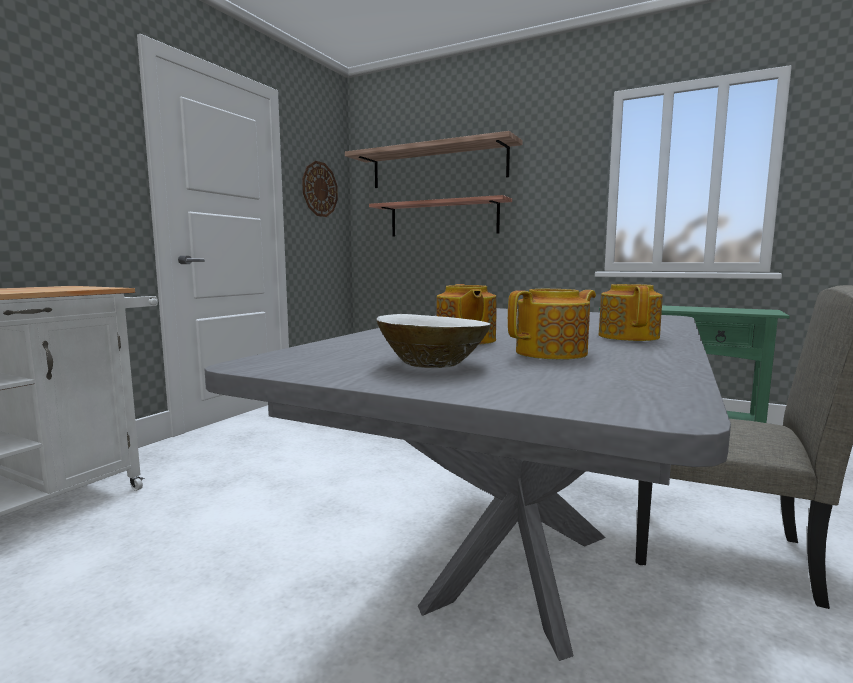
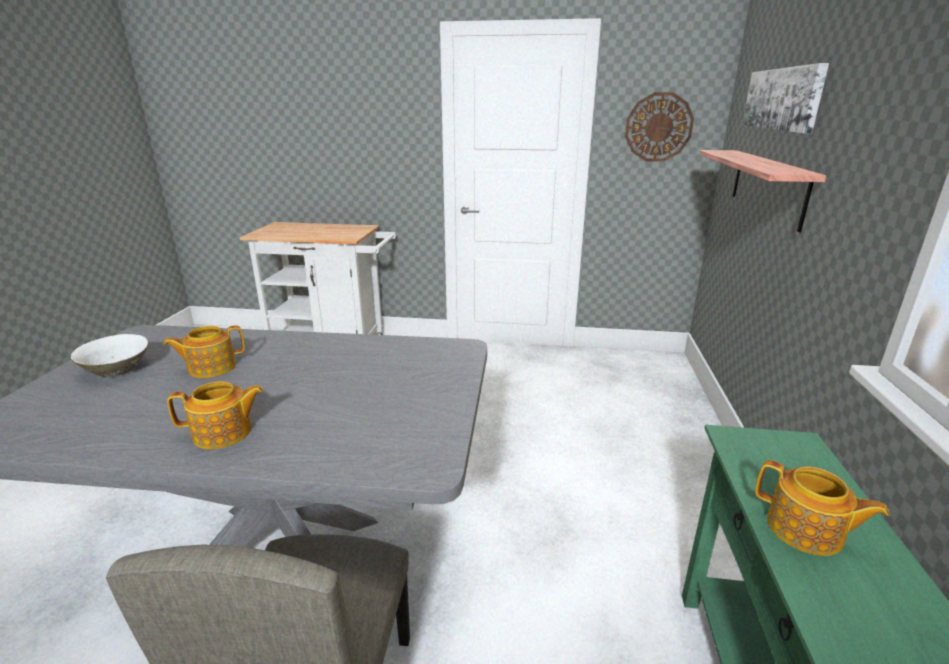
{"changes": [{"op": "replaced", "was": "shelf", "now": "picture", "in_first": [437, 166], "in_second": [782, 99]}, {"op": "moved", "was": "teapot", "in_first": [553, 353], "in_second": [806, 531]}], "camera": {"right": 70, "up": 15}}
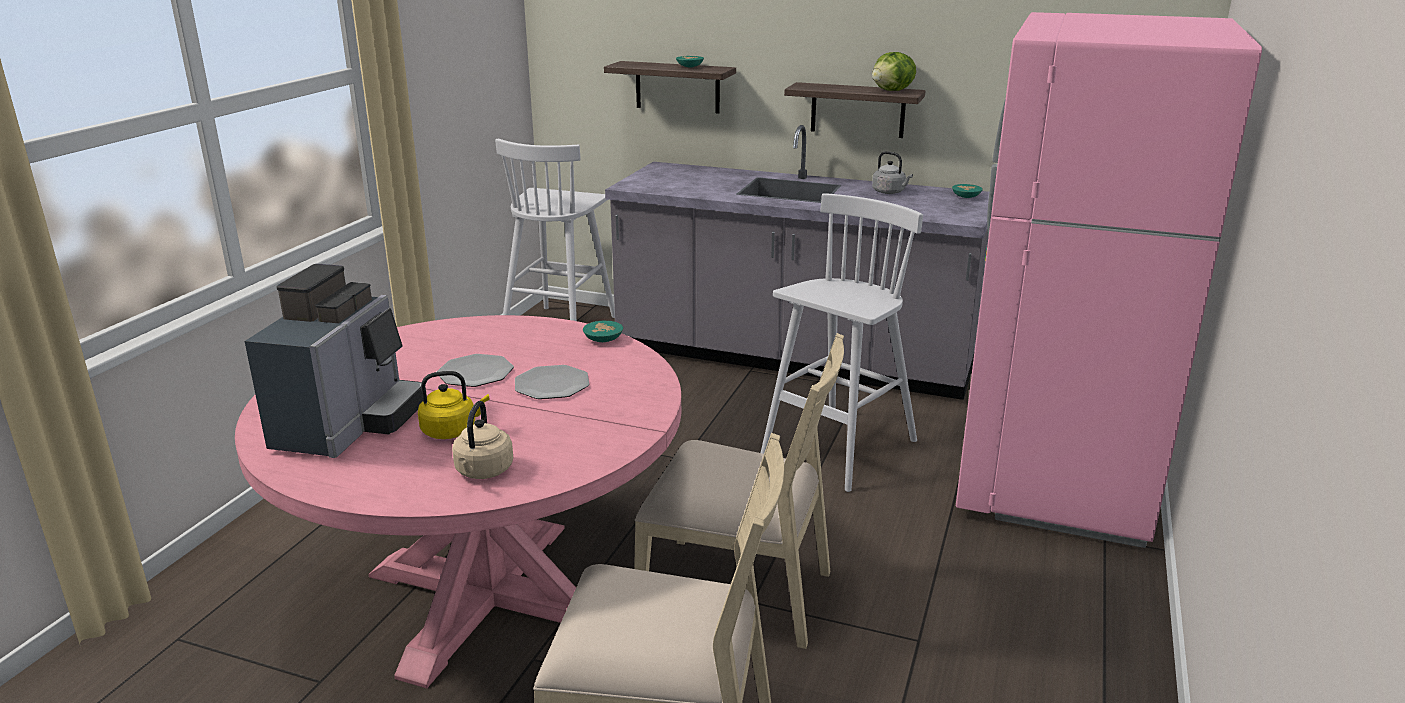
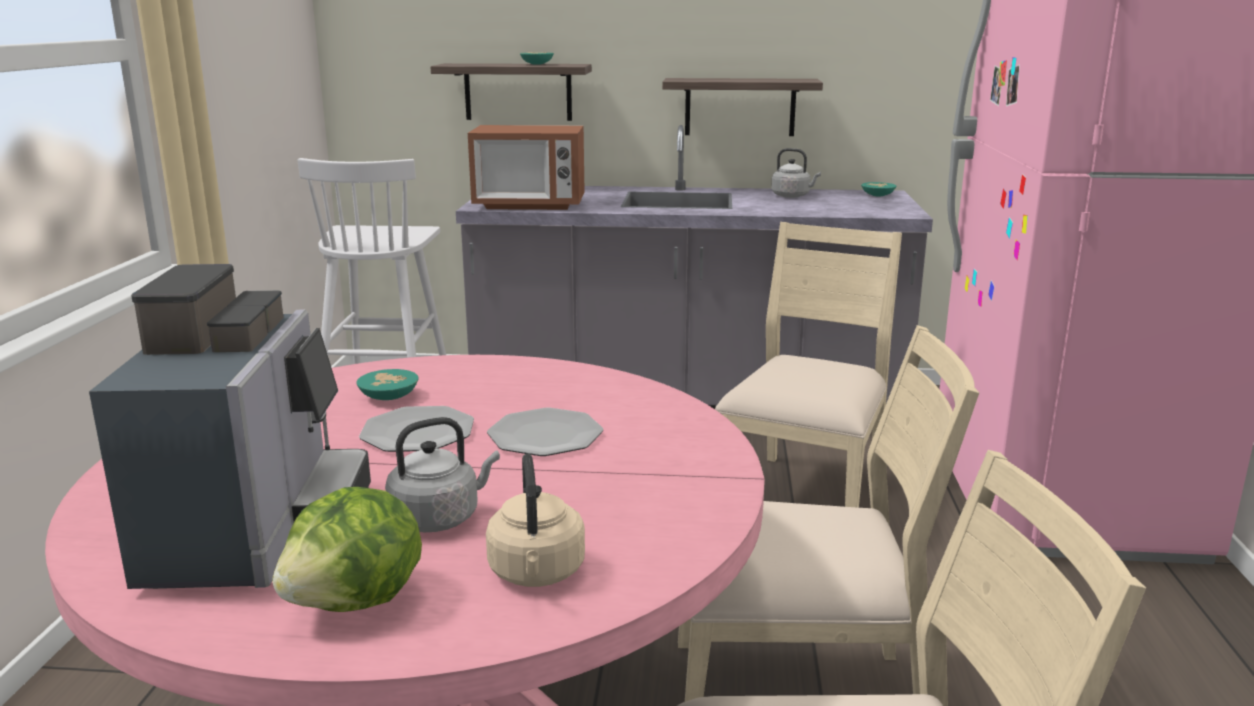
{"changes": [{"op": "moved", "was": "lettuce", "in_first": [892, 91], "in_second": [358, 602]}, {"op": "moved", "was": "turquoise bowl", "in_first": [603, 339], "in_second": [388, 396]}, {"op": "recoloured", "was": "yellow kettle", "now": "grey kettle", "in_first": [452, 431], "in_second": [439, 518]}, {"op": "added", "now": "microwave", "in_second": [529, 205]}, {"op": "replaced", "was": "white stool", "now": "beige chair", "in_first": [837, 450], "in_second": [803, 500]}], "camera": {"right": -15, "up": -5}}
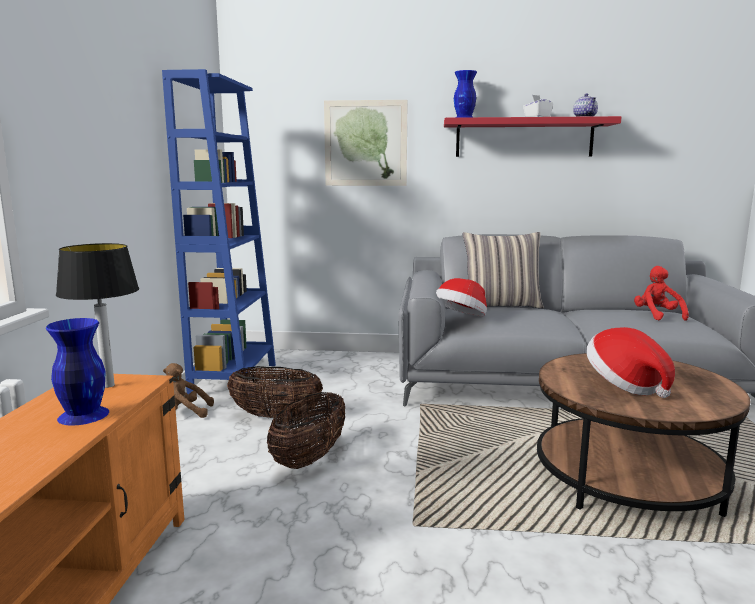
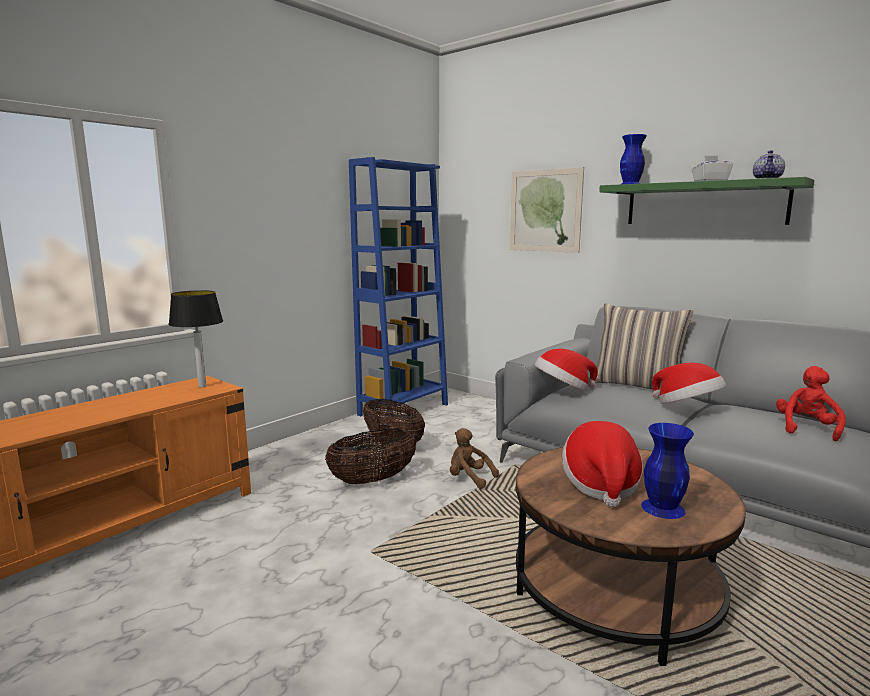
{"changes": [{"op": "moved", "was": "brown plush toy", "in_first": [185, 413], "in_second": [469, 478]}, {"op": "recoloured", "was": "red shelf", "now": "green shelf", "in_first": [524, 138], "in_second": [704, 204]}, {"op": "moved", "was": "blue vase", "in_first": [82, 415], "in_second": [662, 508]}, {"op": "added", "now": "hat", "in_second": [687, 407]}], "camera": {"right": 35, "up": 0}}
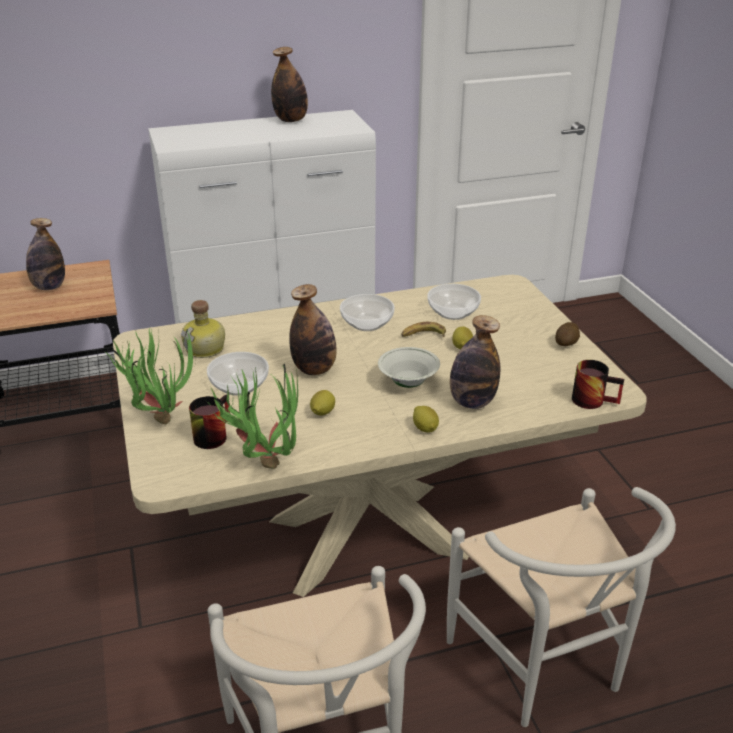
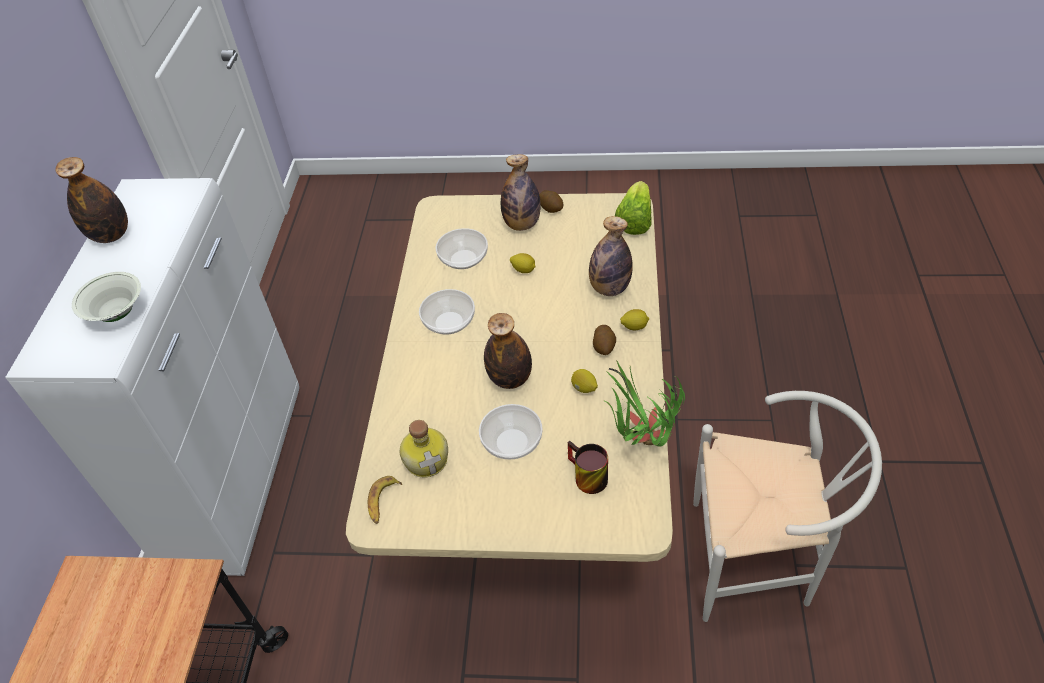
{"changes": [{"op": "moved", "was": "white bowl", "in_first": [408, 383], "in_second": [117, 313]}, {"op": "moved", "was": "banana", "in_first": [423, 335], "in_second": [383, 502]}, {"op": "moved", "was": "bottle", "in_first": [49, 287], "in_second": [522, 224]}, {"op": "added", "now": "potato", "in_second": [604, 347]}, {"op": "replaced", "was": "mug", "now": "lettuce", "in_first": [593, 399], "in_second": [635, 221]}, {"op": "removed", "was": "potted plant", "in_first": [161, 416]}, {"op": "removed", "was": "white chair", "in_first": [545, 670]}], "camera": {"right": -65, "up": 15}}
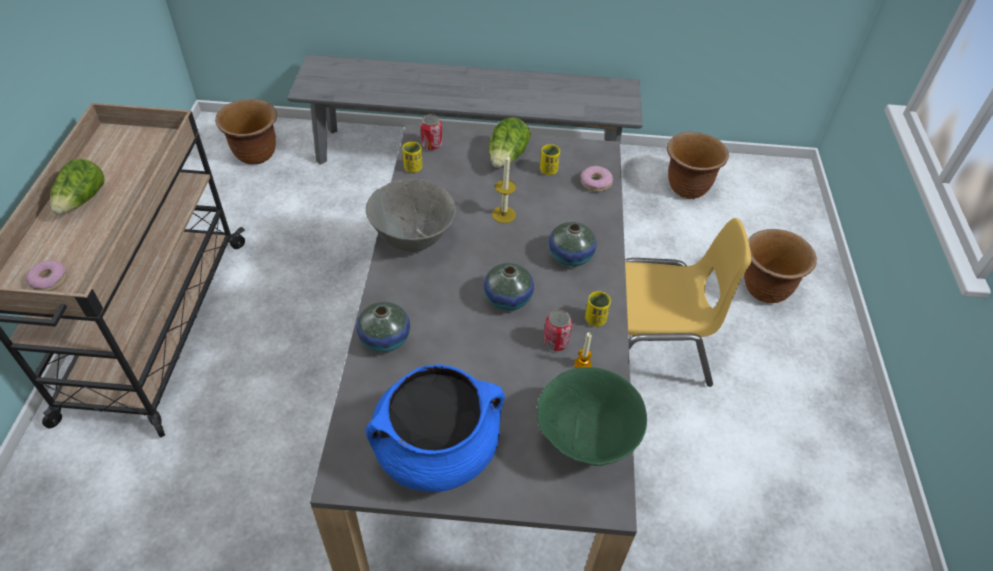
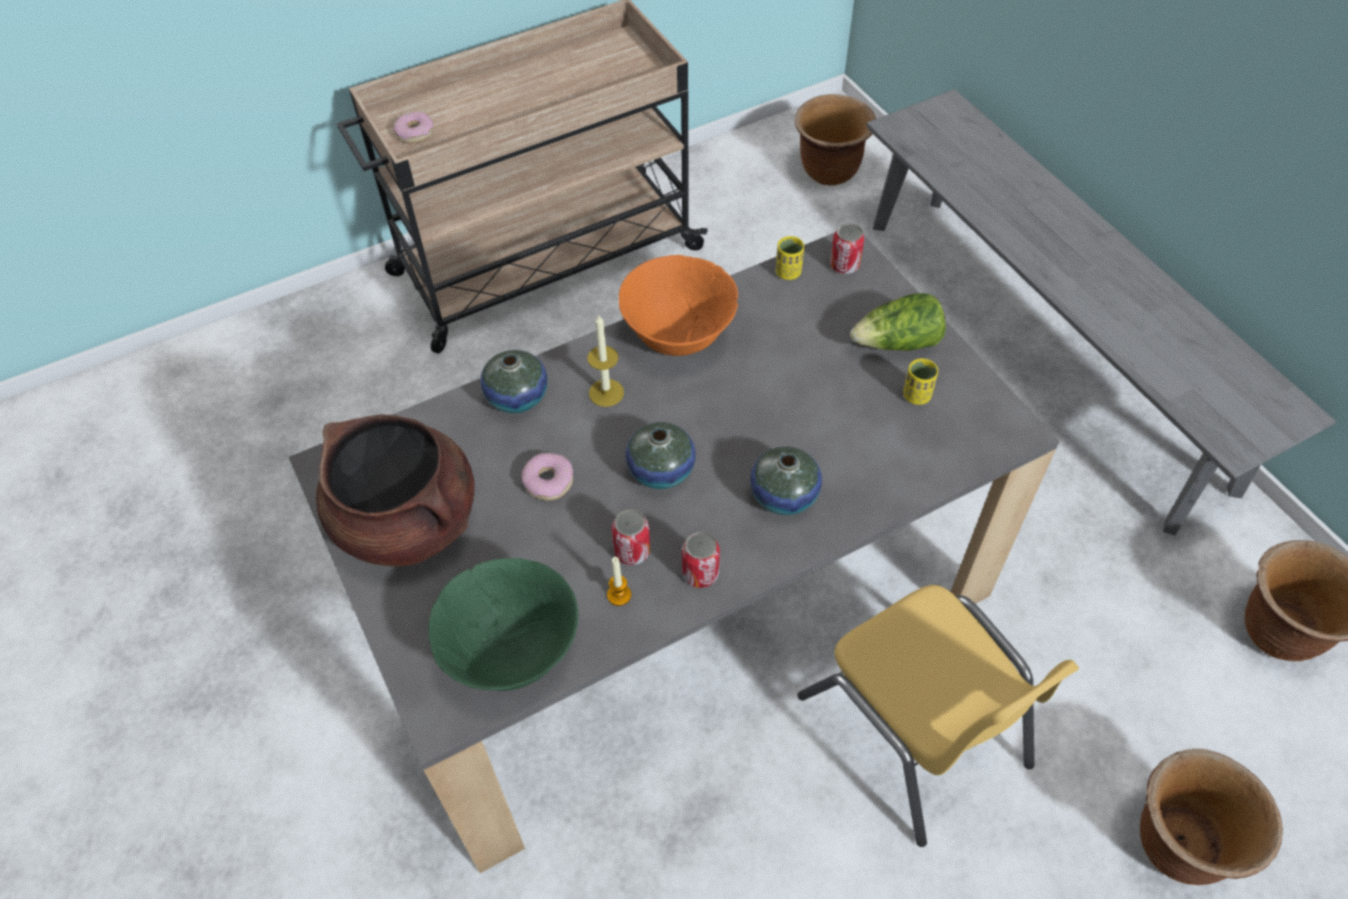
{"changes": [{"op": "recoloured", "was": "blue cooking pot", "now": "brown cooking pot", "in_first": [437, 450], "in_second": [408, 521]}, {"op": "moved", "was": "donut", "in_first": [596, 183], "in_second": [548, 481]}, {"op": "moved", "was": "candle", "in_first": [503, 214], "in_second": [606, 393]}, {"op": "recoloured", "was": "grey bowl", "now": "orange bowl", "in_first": [412, 238], "in_second": [677, 336]}, {"op": "replaced", "was": "yellow cup", "now": "can", "in_first": [595, 319], "in_second": [700, 573]}, {"op": "removed", "was": "lettuce", "in_first": [82, 200]}], "camera": {"right": 60, "up": 5}}
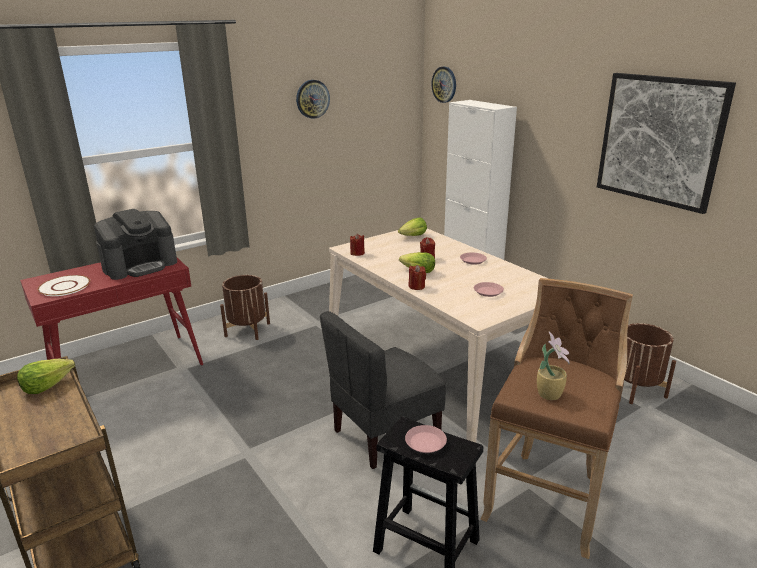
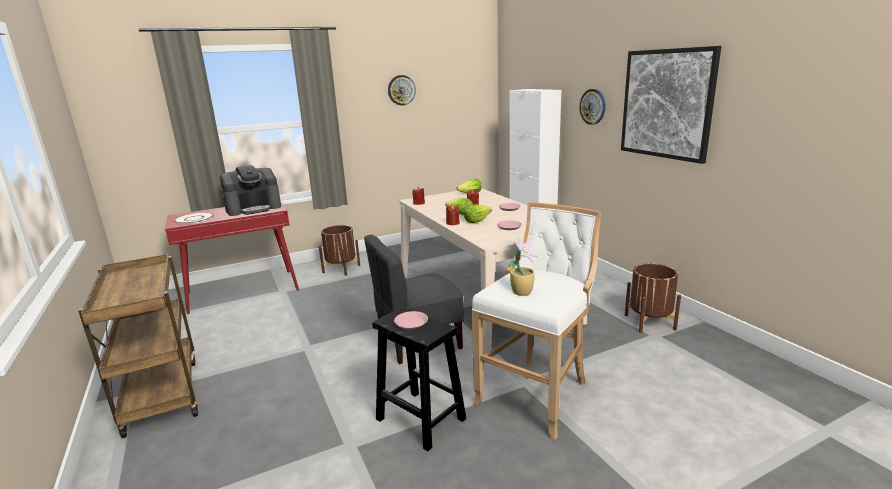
{"changes": [{"op": "moved", "was": "lettuce", "in_first": [47, 385], "in_second": [476, 221]}, {"op": "recoloured", "was": "brown stool", "now": "white stool", "in_first": [547, 497], "in_second": [537, 393]}, {"op": "moved", "was": "wall clock", "in_first": [444, 84], "in_second": [593, 106]}], "camera": {"right": 10, "up": -5}}
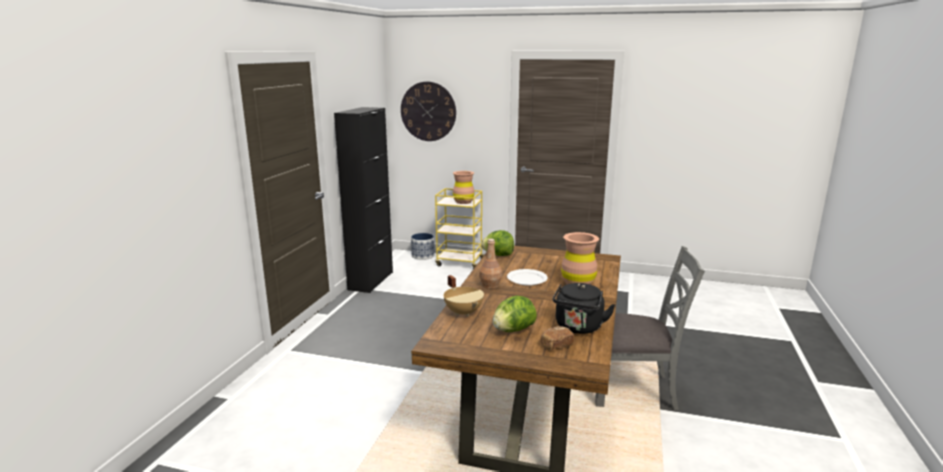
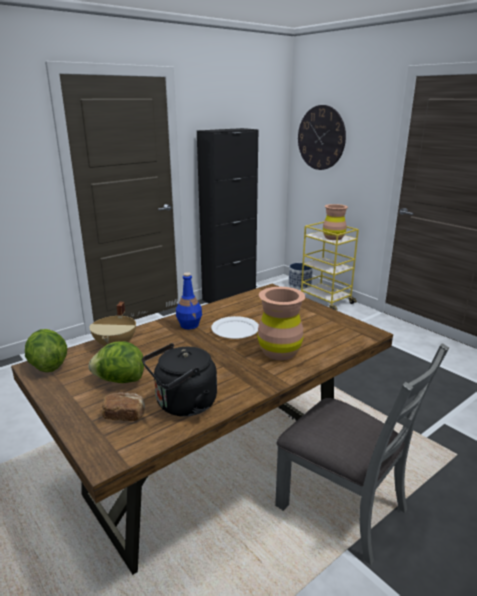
{"changes": [{"op": "moved", "was": "lettuce", "in_first": [498, 255], "in_second": [47, 366]}, {"op": "recoloured", "was": "brown bottle", "now": "blue bottle", "in_first": [490, 285], "in_second": [189, 325]}], "camera": {"right": 35, "up": 5}}
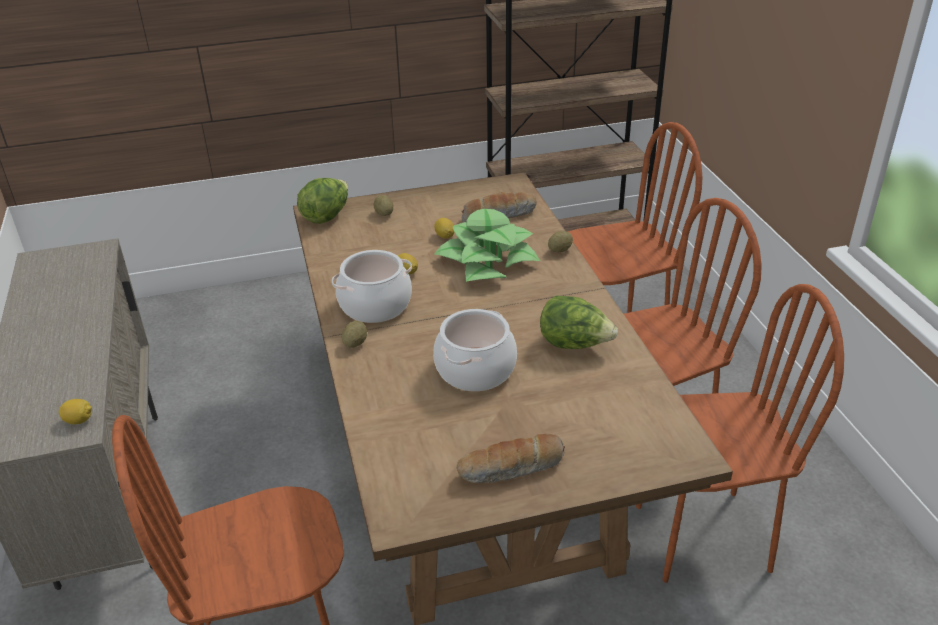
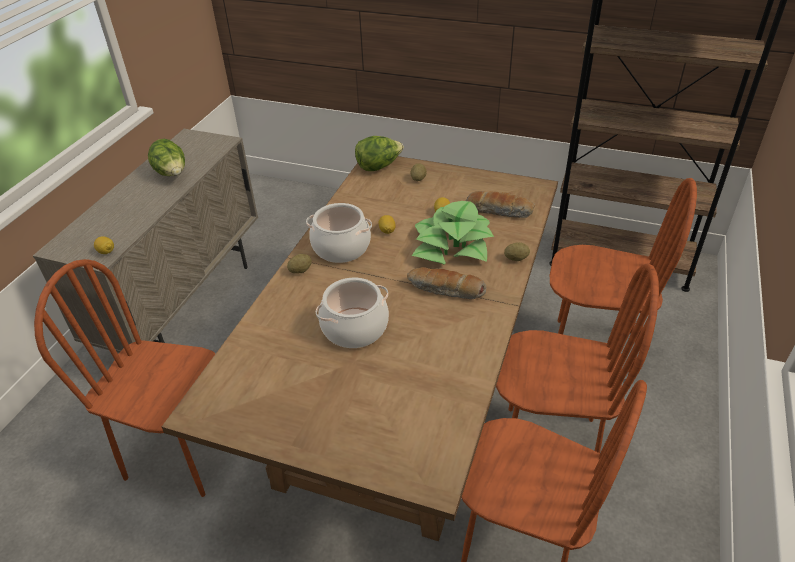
{"changes": [{"op": "moved", "was": "lettuce", "in_first": [574, 344], "in_second": [172, 174]}, {"op": "moved", "was": "bread", "in_first": [512, 469], "in_second": [445, 290]}], "camera": {"right": 35, "up": 5}}
